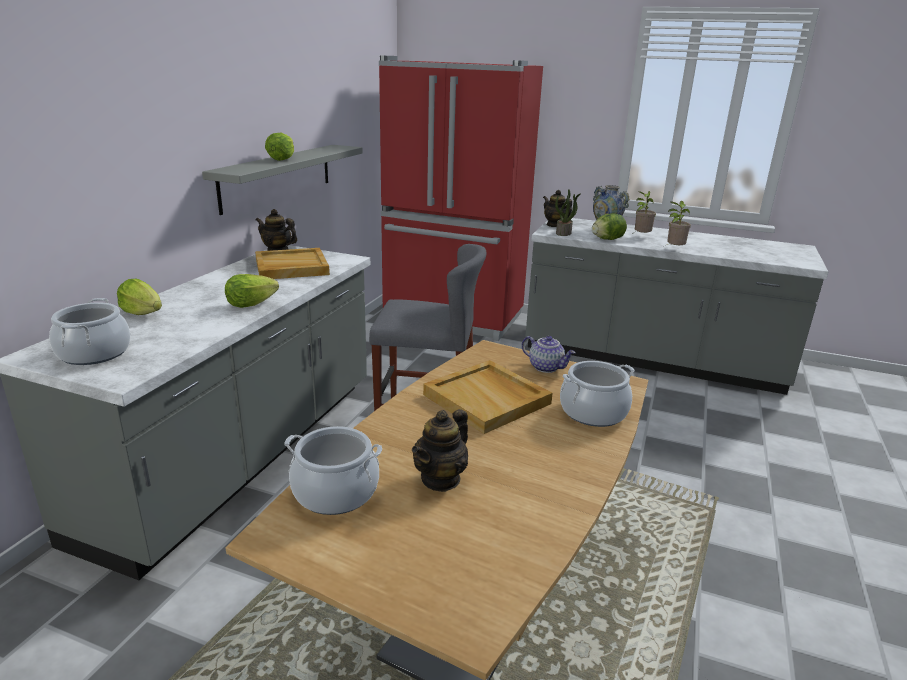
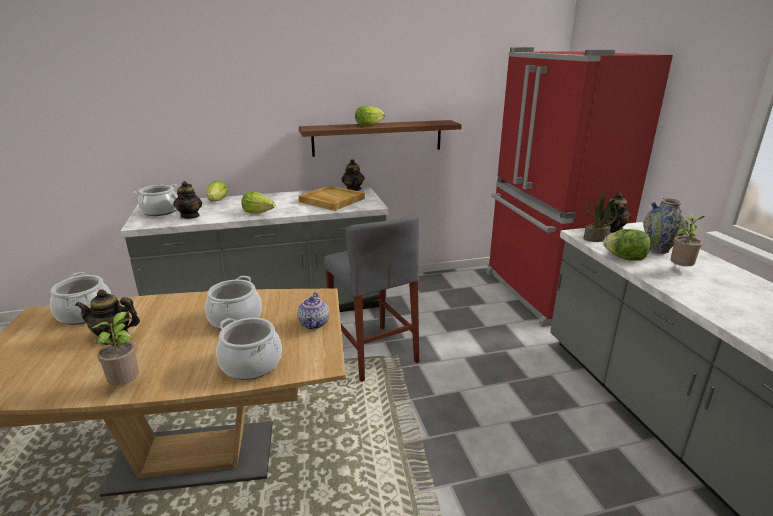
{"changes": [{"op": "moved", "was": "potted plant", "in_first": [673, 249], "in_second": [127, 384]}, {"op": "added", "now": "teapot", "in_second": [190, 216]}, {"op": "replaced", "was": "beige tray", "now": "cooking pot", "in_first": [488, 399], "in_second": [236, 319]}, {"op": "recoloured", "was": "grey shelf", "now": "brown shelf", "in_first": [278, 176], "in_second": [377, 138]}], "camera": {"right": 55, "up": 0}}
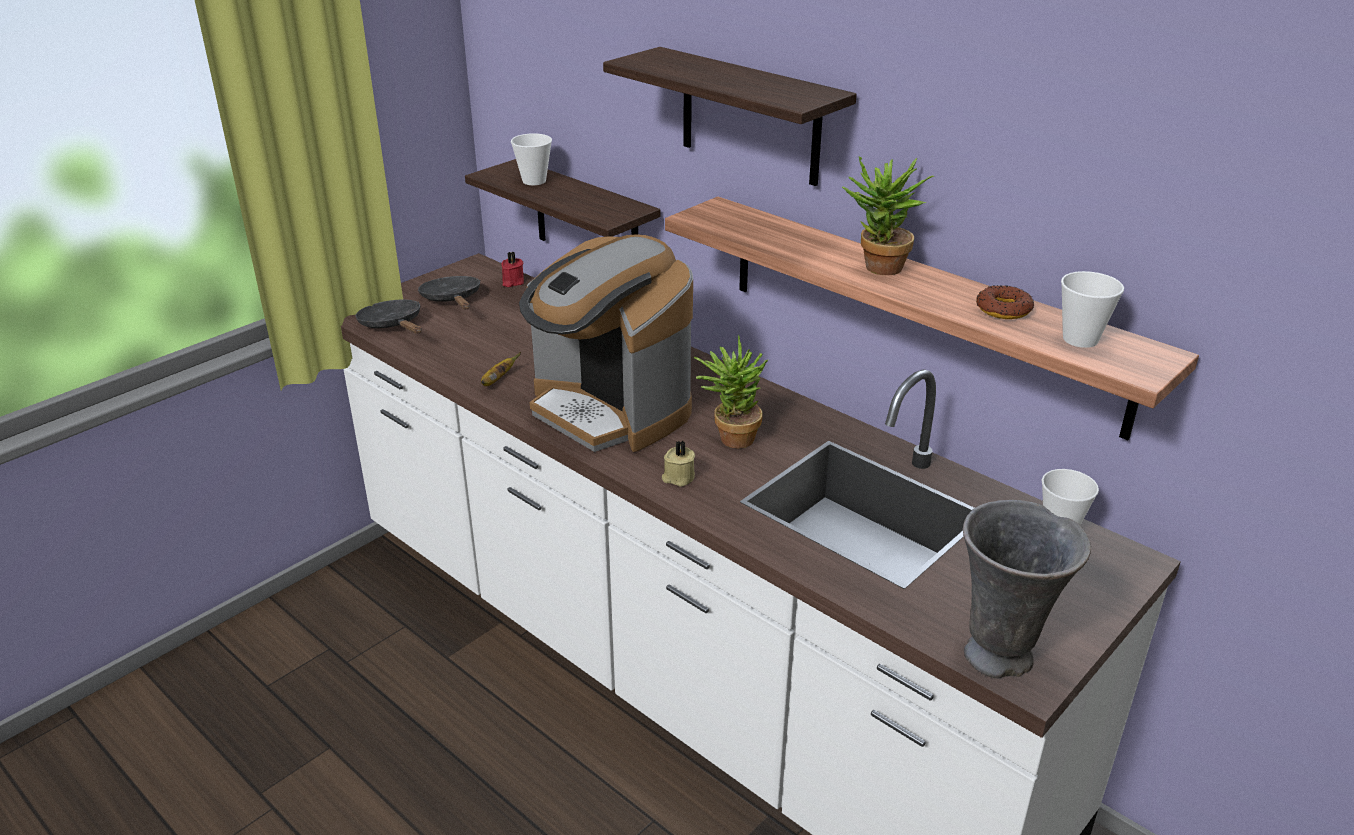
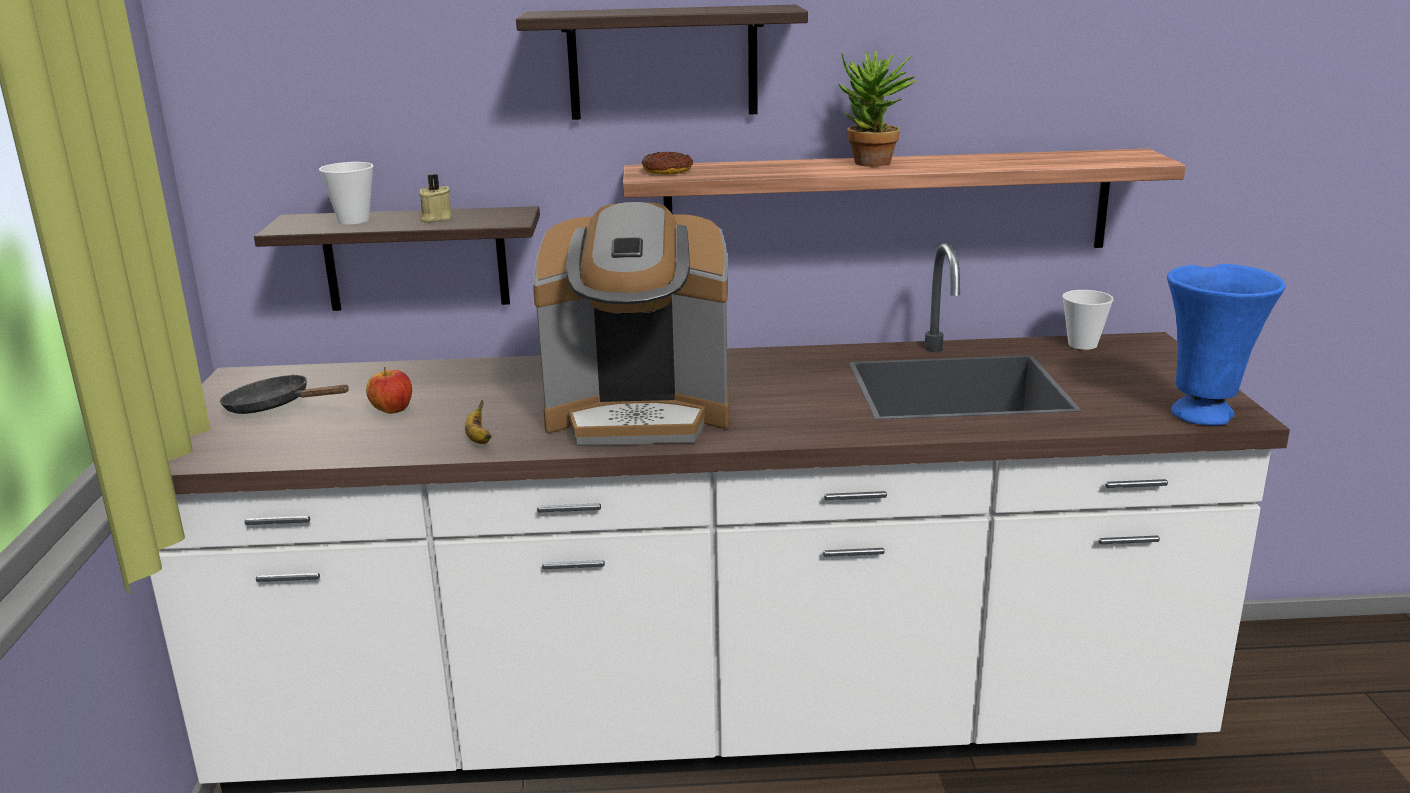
{"changes": [{"op": "added", "now": "apple", "in_second": [392, 410]}, {"op": "moved", "was": "beige candle", "in_first": [678, 477], "in_second": [435, 218]}, {"op": "moved", "was": "donut", "in_first": [1003, 309], "in_second": [667, 170]}, {"op": "recoloured", "was": "grey vase", "now": "blue vase", "in_first": [1001, 658], "in_second": [1205, 414]}, {"op": "removed", "was": "black frying pan", "in_first": [393, 325]}, {"op": "removed", "was": "red candle", "in_first": [512, 282]}, {"op": "removed", "was": "potted plant", "in_first": [730, 437]}, {"op": "removed", "was": "cup", "in_first": [1080, 339]}], "camera": {"right": -45, "up": -10}}
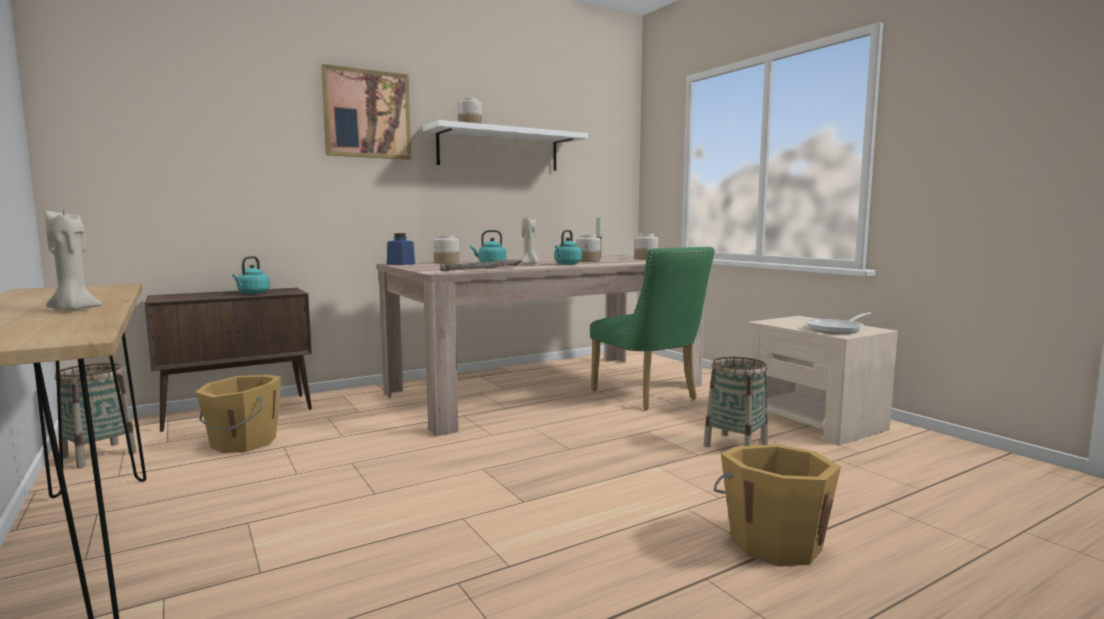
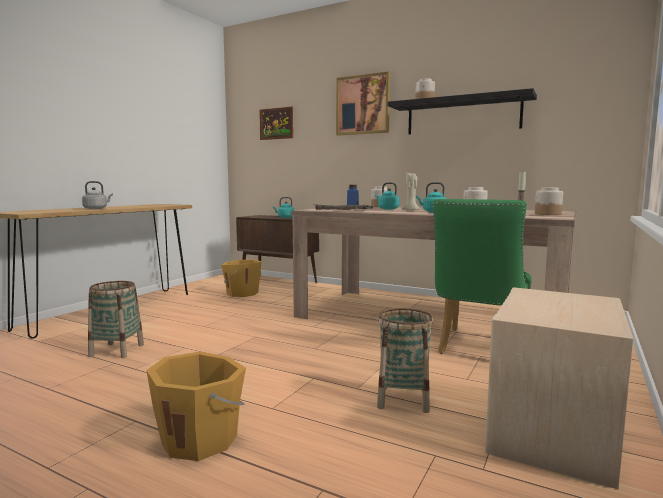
{"changes": [{"op": "replaced", "was": "beige candle", "now": "grey kettle", "in_first": [73, 310], "in_second": [96, 208]}, {"op": "moved", "was": "basket", "in_first": [99, 455], "in_second": [117, 350]}, {"op": "added", "now": "picture", "in_second": [276, 123]}, {"op": "recoloured", "was": "white shelf", "now": "black shelf", "in_first": [499, 150], "in_second": [462, 116]}, {"op": "removed", "was": "frying pan", "in_first": [837, 329]}], "camera": {"right": 60, "up": 0}}
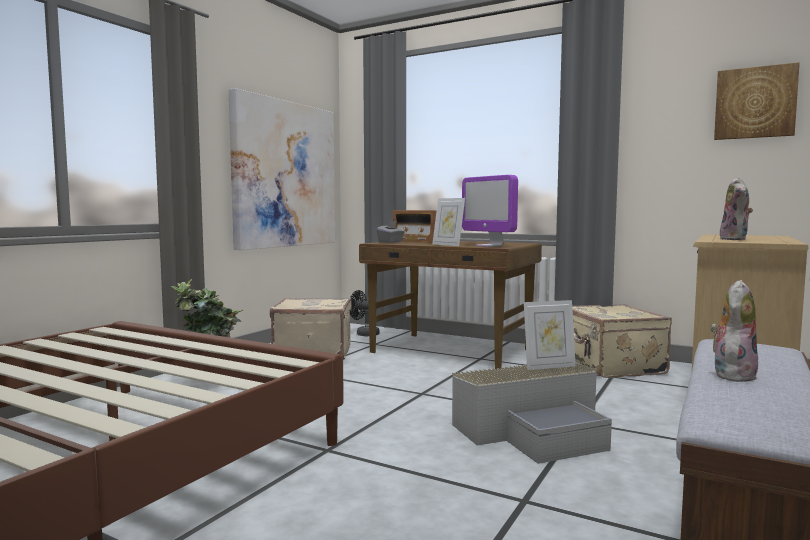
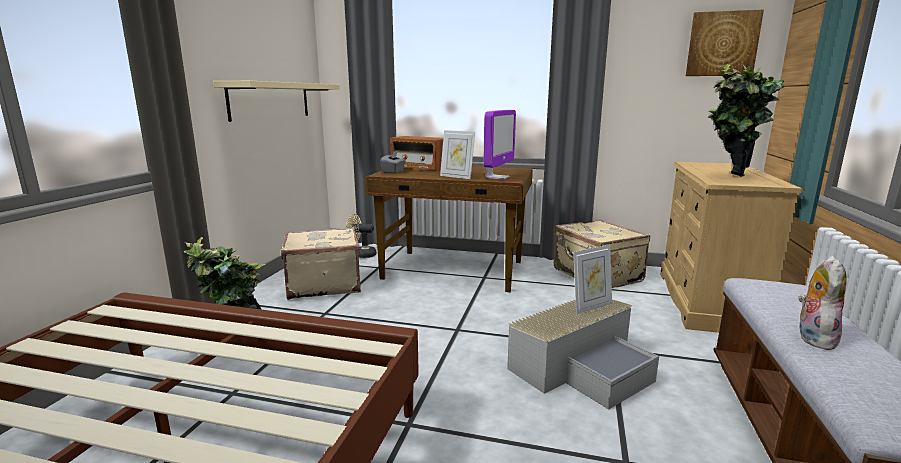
{"changes": [{"op": "replaced", "was": "picture", "now": "beige shelf", "in_first": [284, 174], "in_second": [270, 100]}, {"op": "recoloured", "was": "black fan", "now": "beige fan", "in_first": [364, 334], "in_second": [361, 255]}, {"op": "turned", "was": "monitor", "in_first": [489, 246], "in_second": [497, 177], "clockwise": -105}, {"op": "replaced", "was": "plush toy", "now": "potted plant", "in_first": [735, 239], "in_second": [729, 178]}], "camera": {"right": -15, "up": 10}}
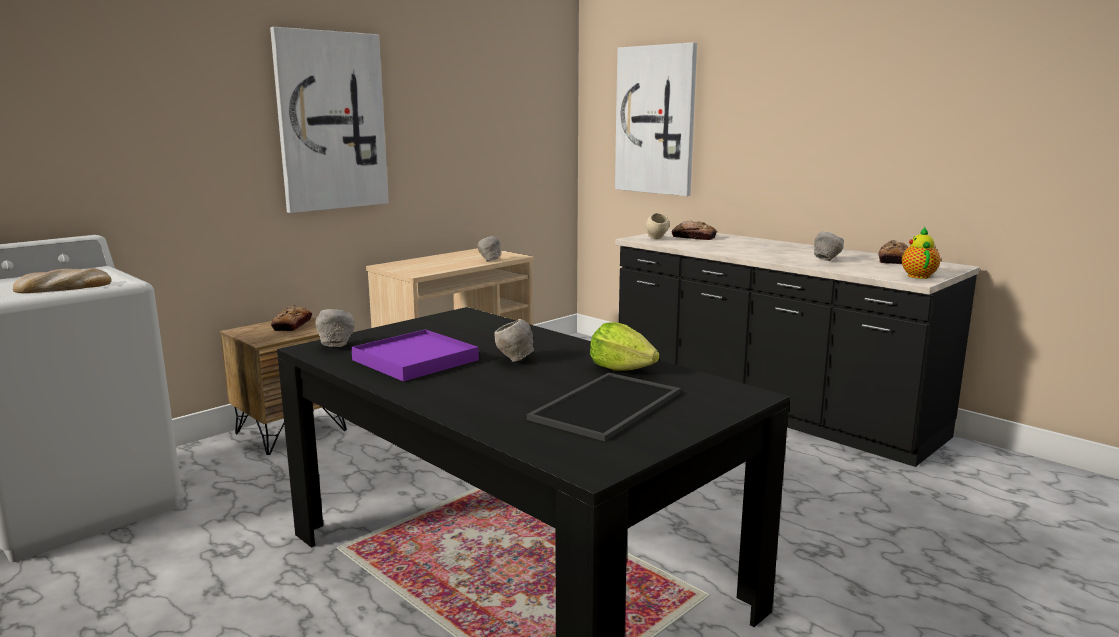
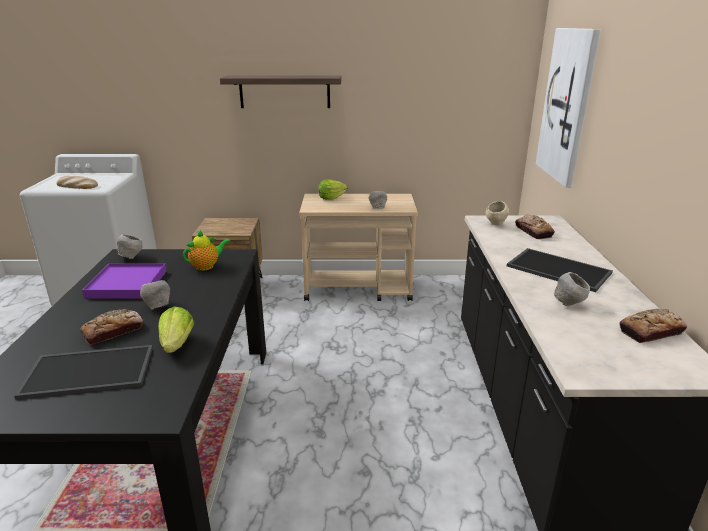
{"changes": [{"op": "moved", "was": "bread", "in_first": [292, 325], "in_second": [113, 331]}, {"op": "moved", "was": "teapot", "in_first": [918, 276], "in_second": [207, 266]}, {"op": "replaced", "was": "picture", "now": "shelf", "in_first": [331, 121], "in_second": [284, 91]}, {"op": "added", "now": "lettuce", "in_second": [331, 198]}, {"op": "added", "now": "tray", "in_second": [557, 270]}], "camera": {"right": 45, "up": 10}}
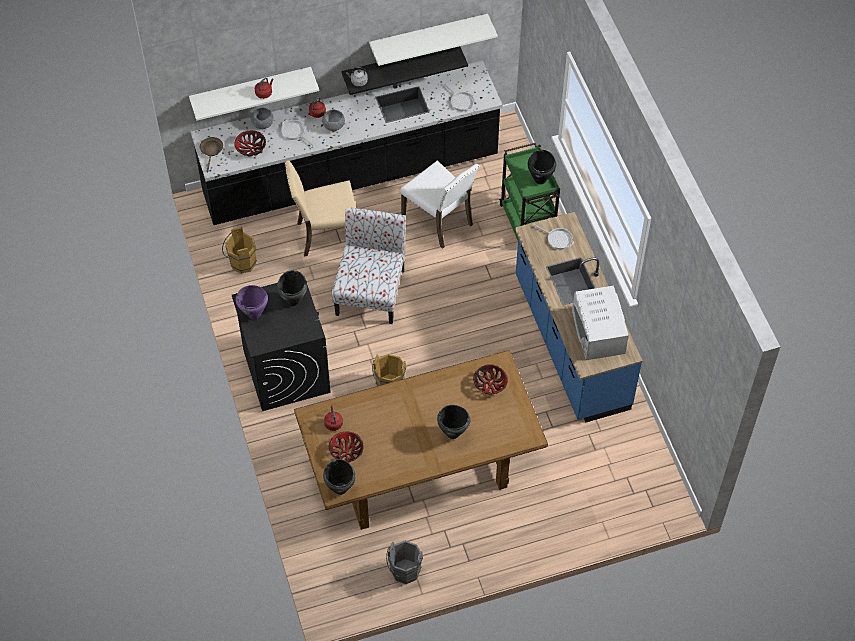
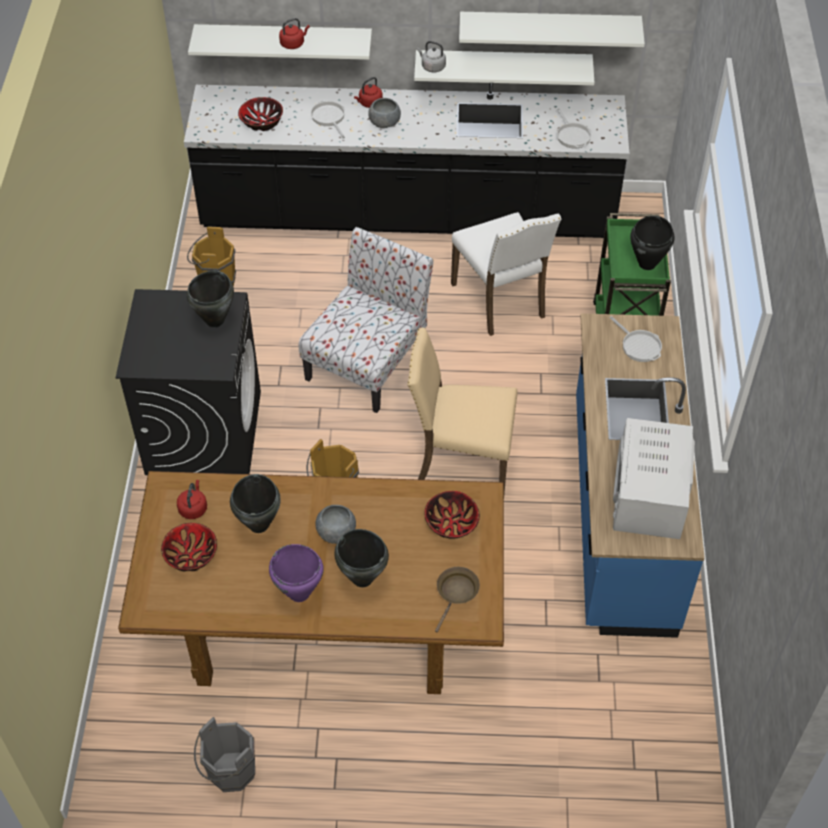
{"changes": [{"op": "moved", "was": "black cooking pot", "in_first": [340, 488], "in_second": [259, 524]}, {"op": "moved", "was": "purple cooking pot", "in_first": [254, 314], "in_second": [299, 593]}, {"op": "moved", "was": "grey bowl", "in_first": [263, 124], "in_second": [336, 532]}, {"op": "moved", "was": "beige chair", "in_first": [326, 235], "in_second": [461, 461]}, {"op": "recoloured", "was": "black shelf", "now": "white shelf", "in_first": [400, 65], "in_second": [503, 66]}, {"op": "moved", "was": "brown frying pan", "in_first": [211, 151], "in_second": [456, 593]}], "camera": {"right": 20, "up": -5}}
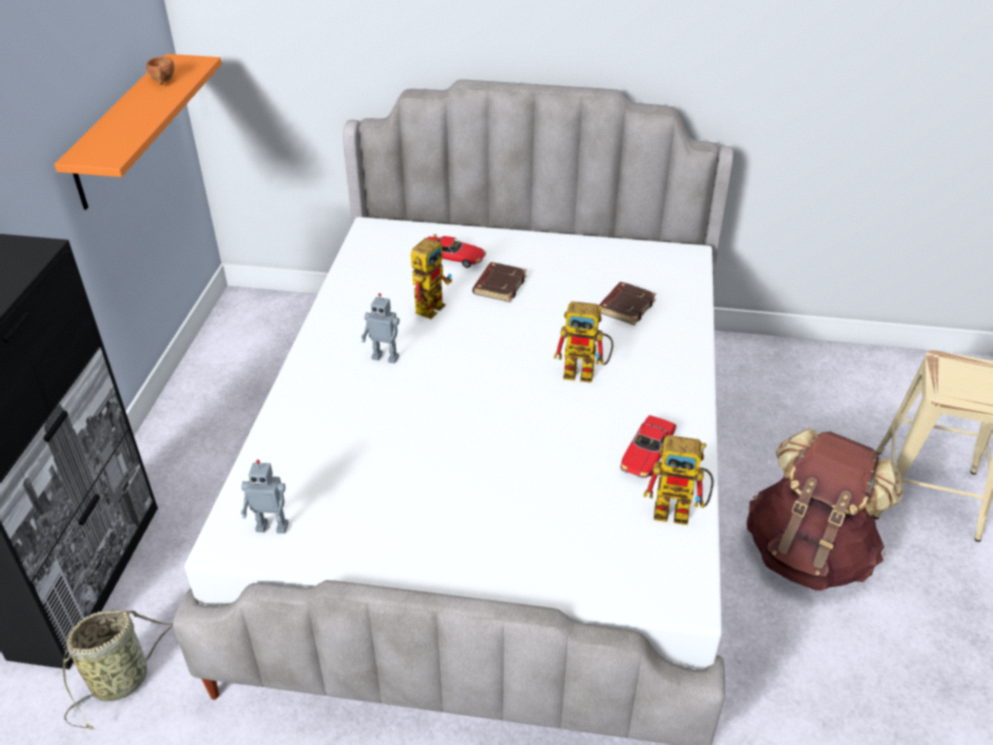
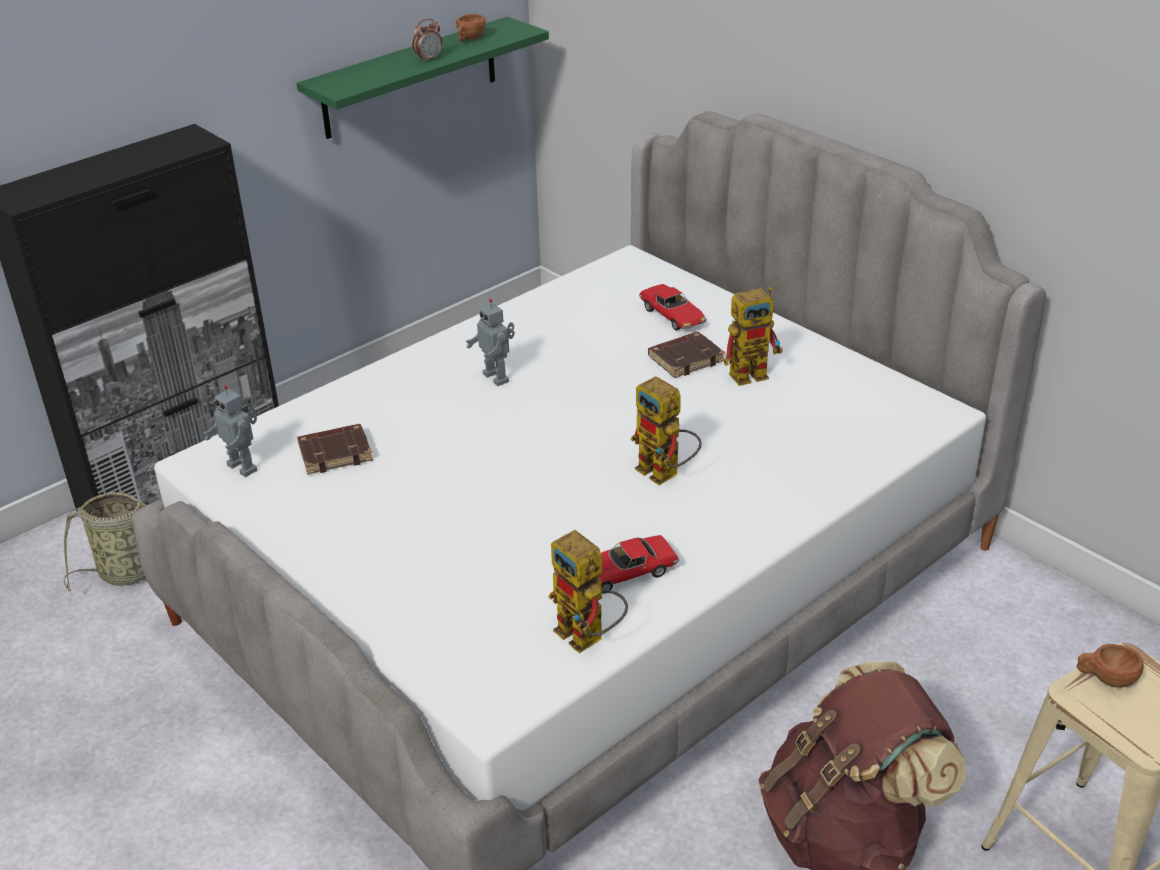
{"changes": [{"op": "recoloured", "was": "orange shelf", "now": "green shelf", "in_first": [122, 131], "in_second": [410, 78]}, {"op": "moved", "was": "brown book", "in_first": [625, 306], "in_second": [336, 453]}, {"op": "added", "now": "alarm clock", "in_second": [429, 59]}, {"op": "moved", "was": "toy robot", "in_first": [431, 304], "in_second": [754, 372]}, {"op": "added", "now": "brown cup", "in_second": [1105, 678]}], "camera": {"right": 40, "up": -5}}
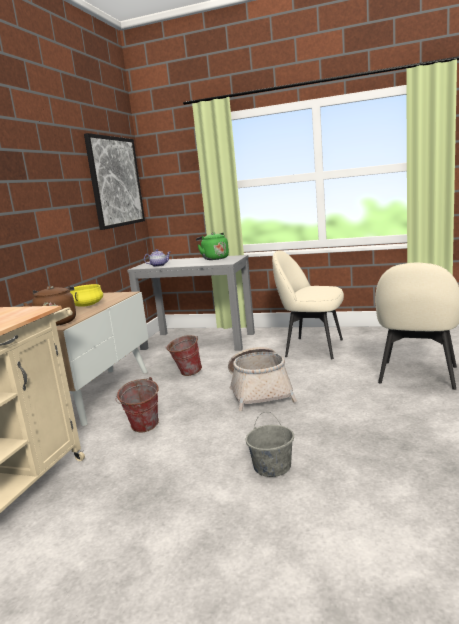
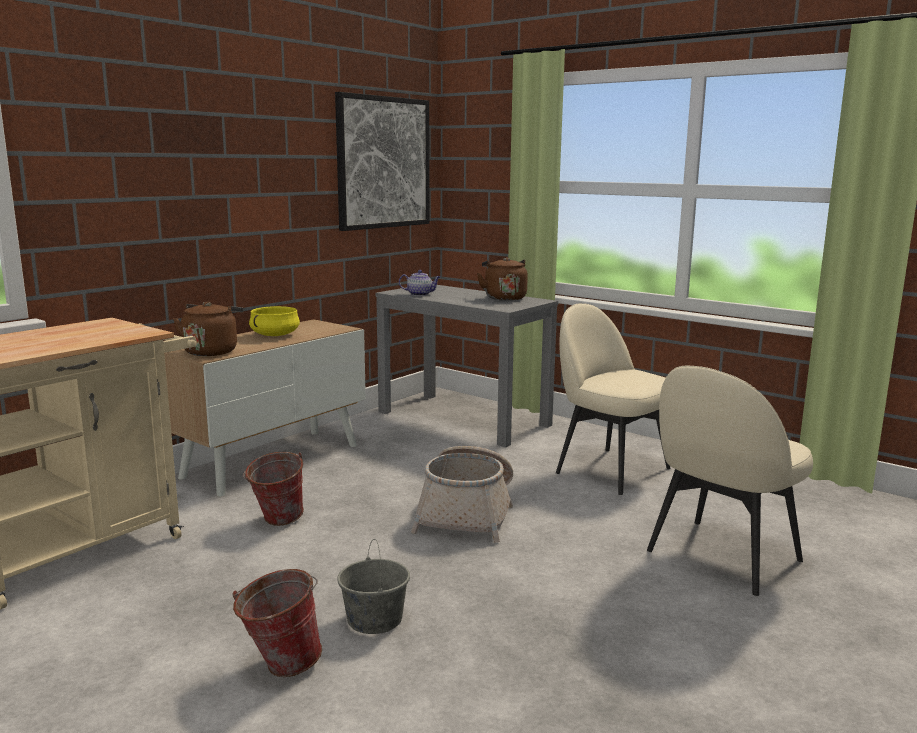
{"changes": [{"op": "moved", "was": "bucket", "in_first": [186, 373], "in_second": [280, 664]}, {"op": "recoloured", "was": "green kettle", "now": "brown kettle", "in_first": [214, 258], "in_second": [504, 298]}], "camera": {"right": 20, "up": 0}}
